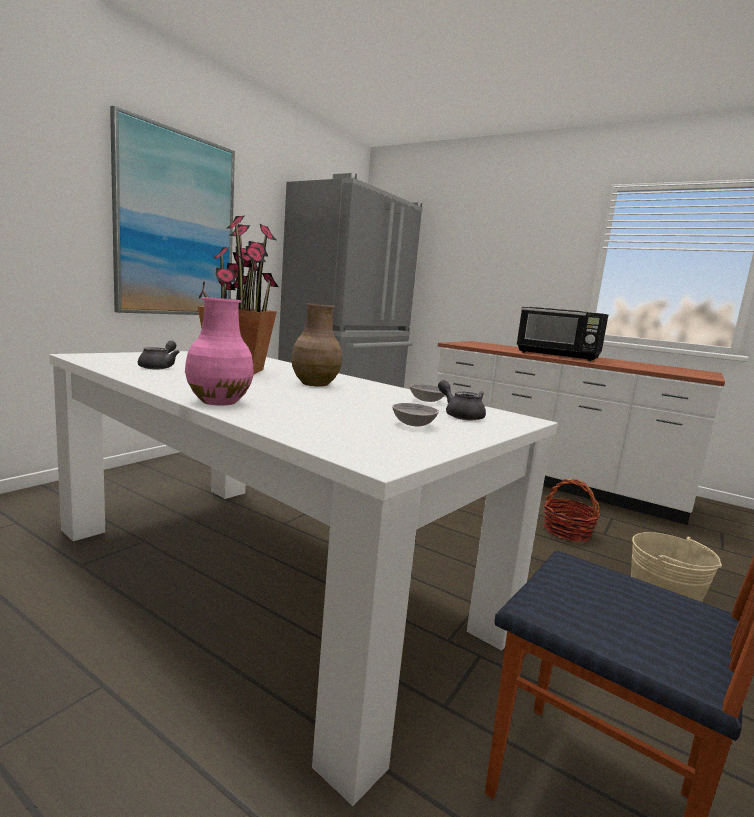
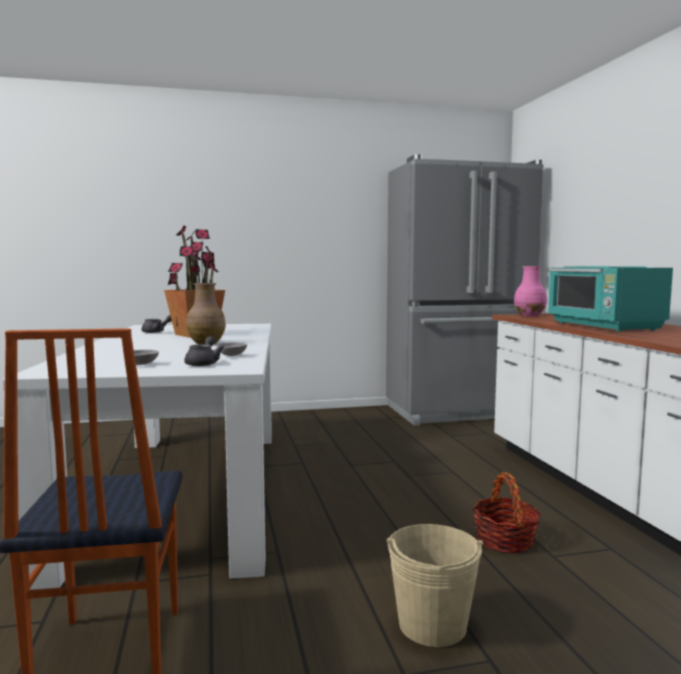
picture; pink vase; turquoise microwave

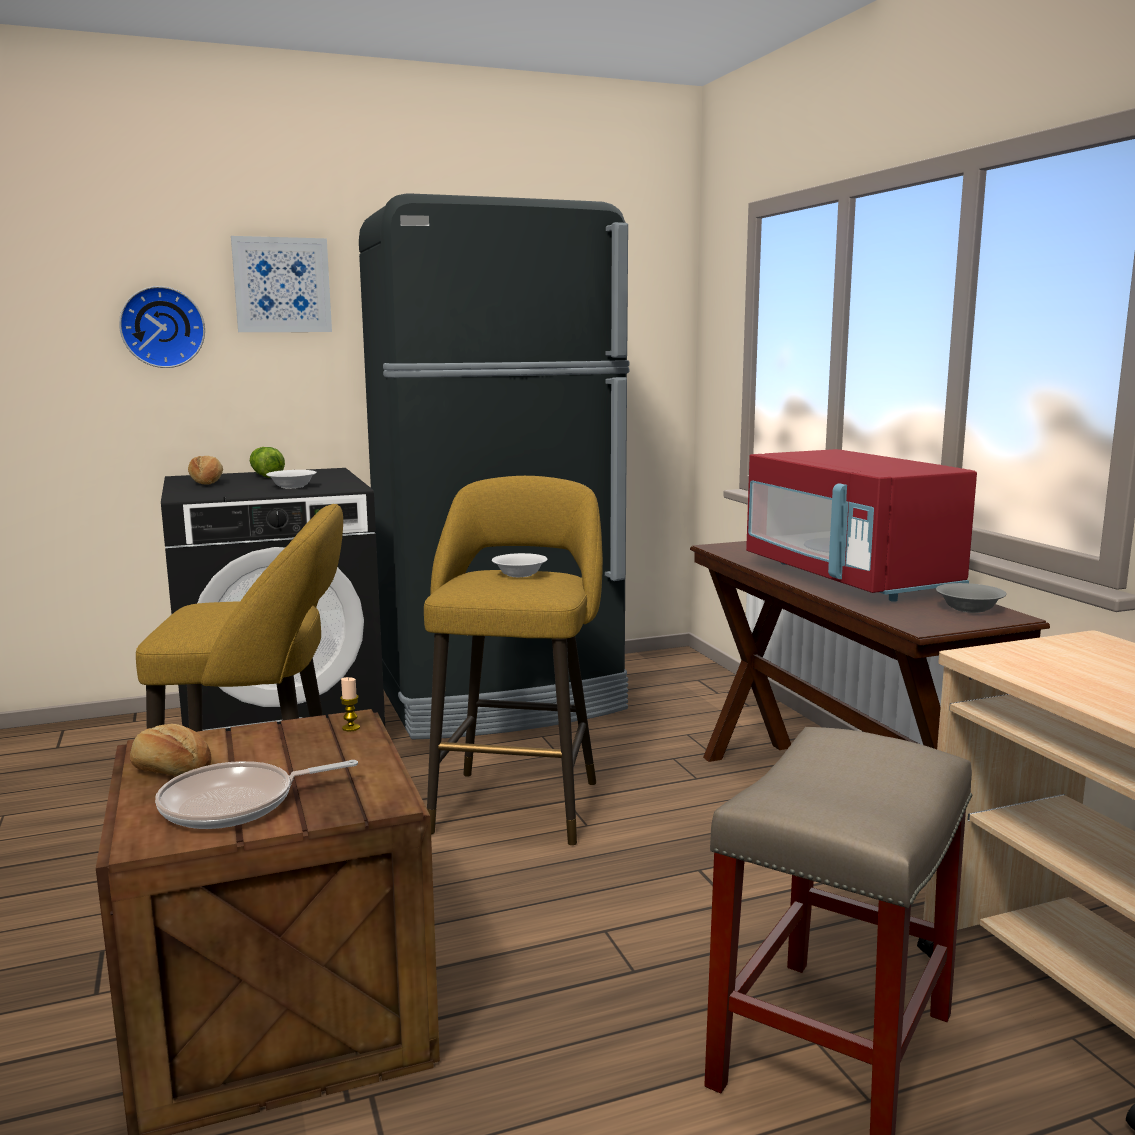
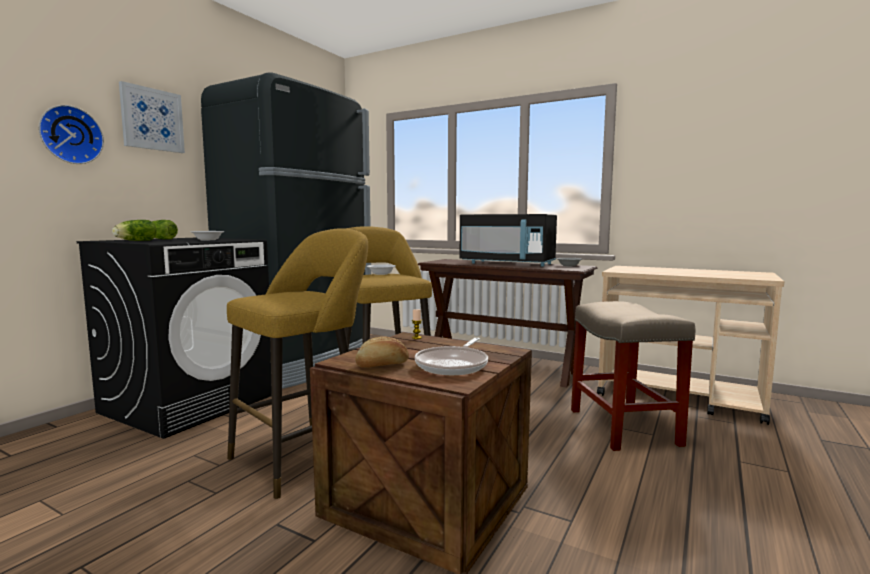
lettuce (no. 1 from left); black microwave

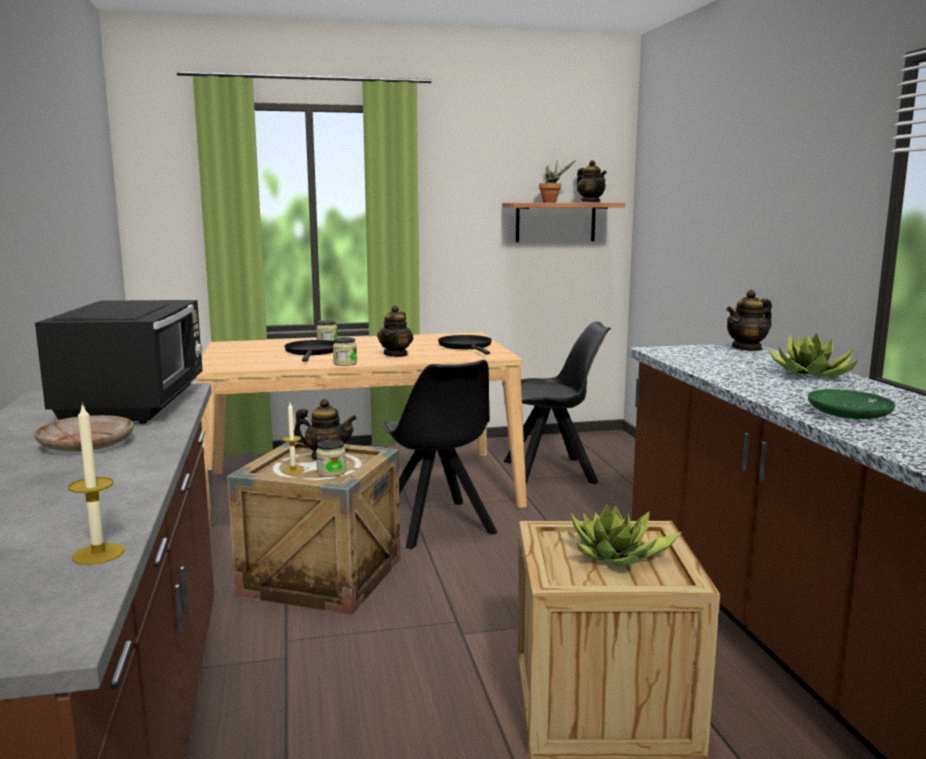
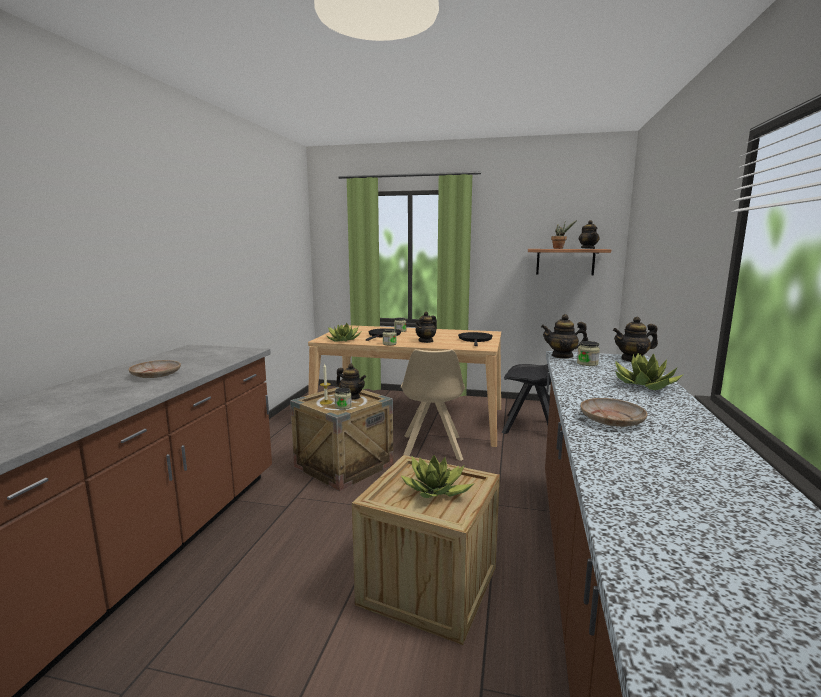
black microwave; candle (no. 1 from left in the first image); beige chair; beige plate (no. 2 from left); potted plant (no. 1 from left); teapot (no. 3 from left); jar (no. 4 from left)

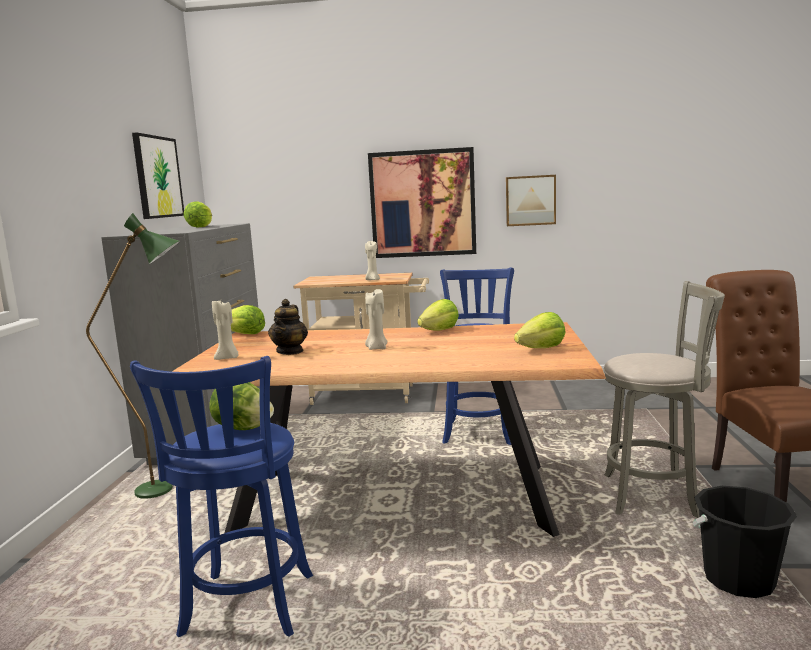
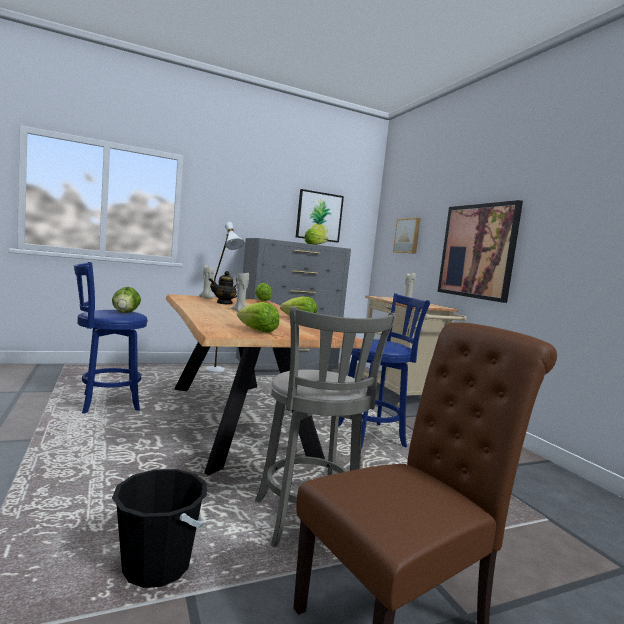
white floor lamp; picture (no. 2 from left)

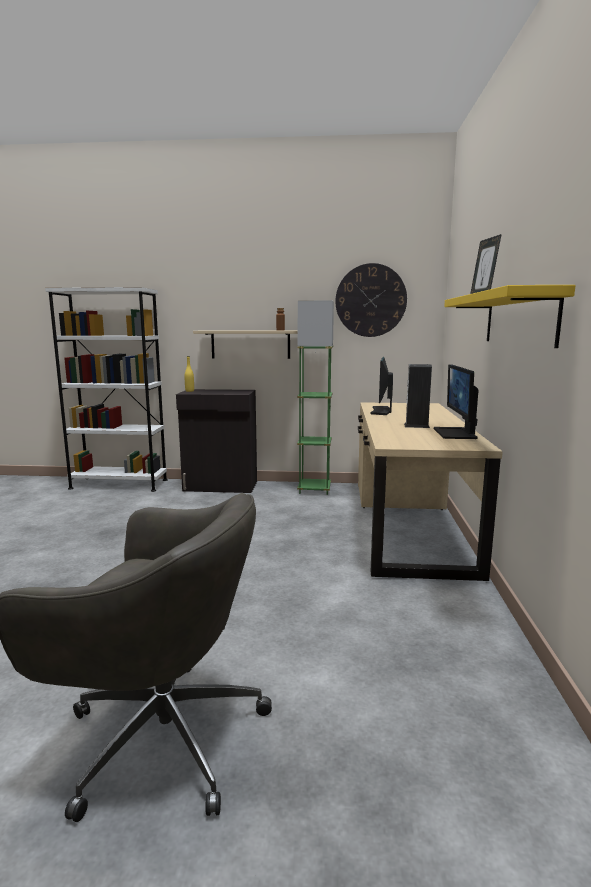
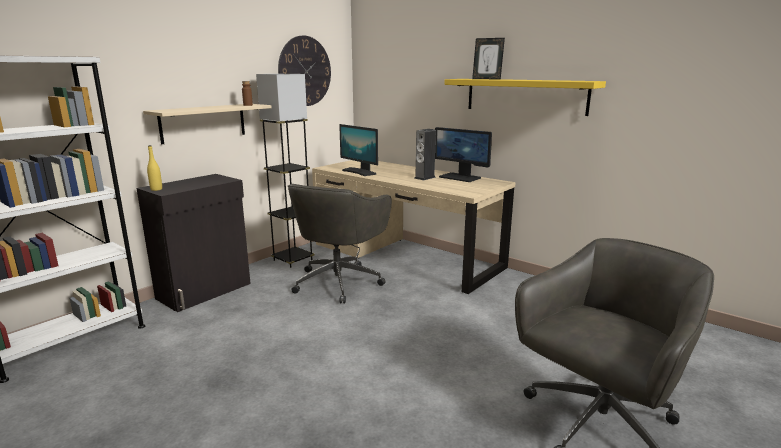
grey floor lamp; grey office chair (no. 1 from left)

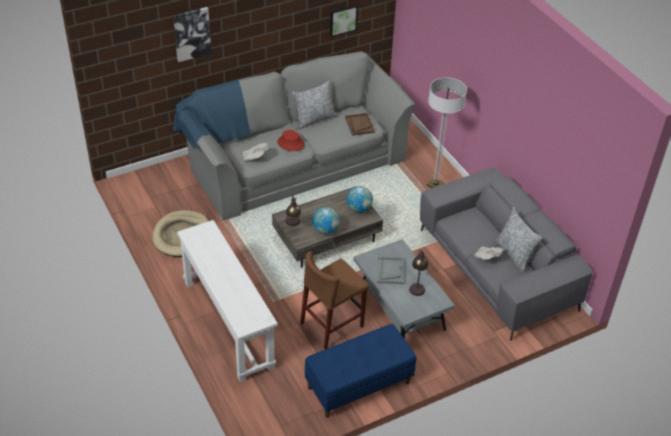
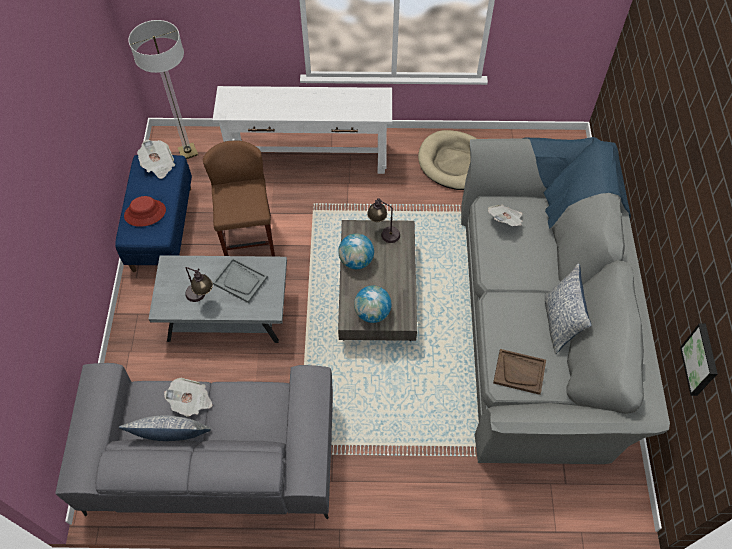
picture (no. 1 from left in the first image); red hat; floor lamp; newspaper (no. 1 from left)

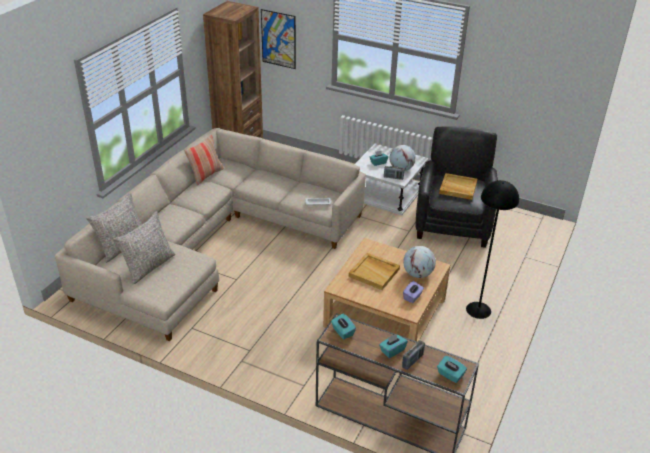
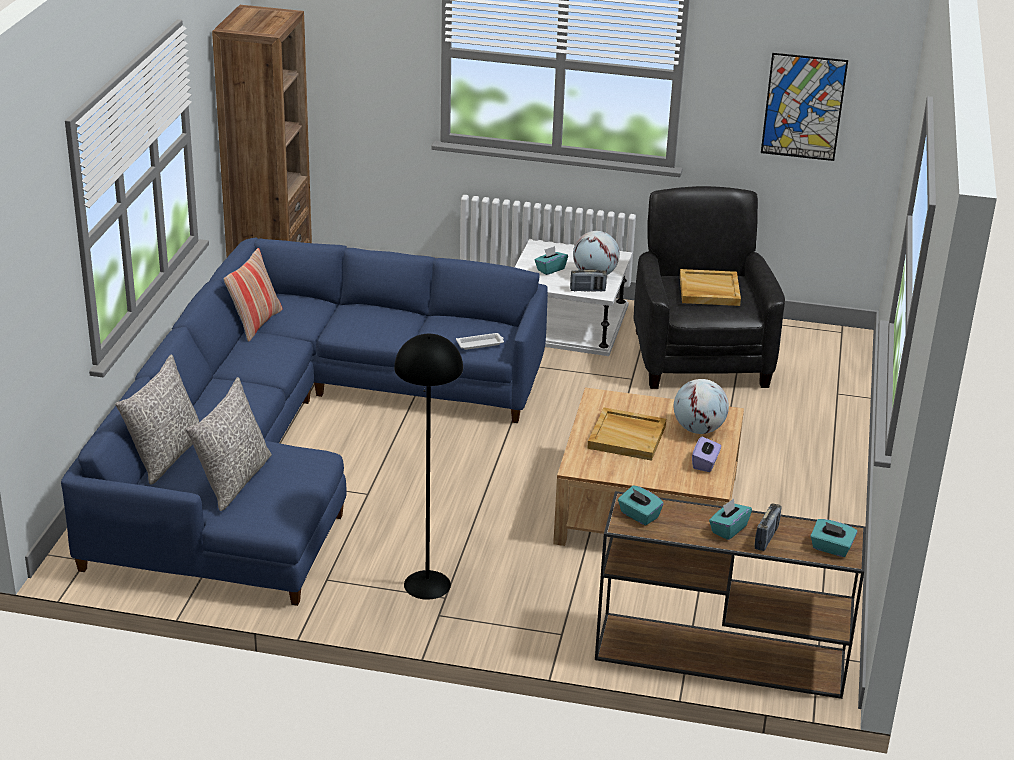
blue sofa; picture; black floor lamp

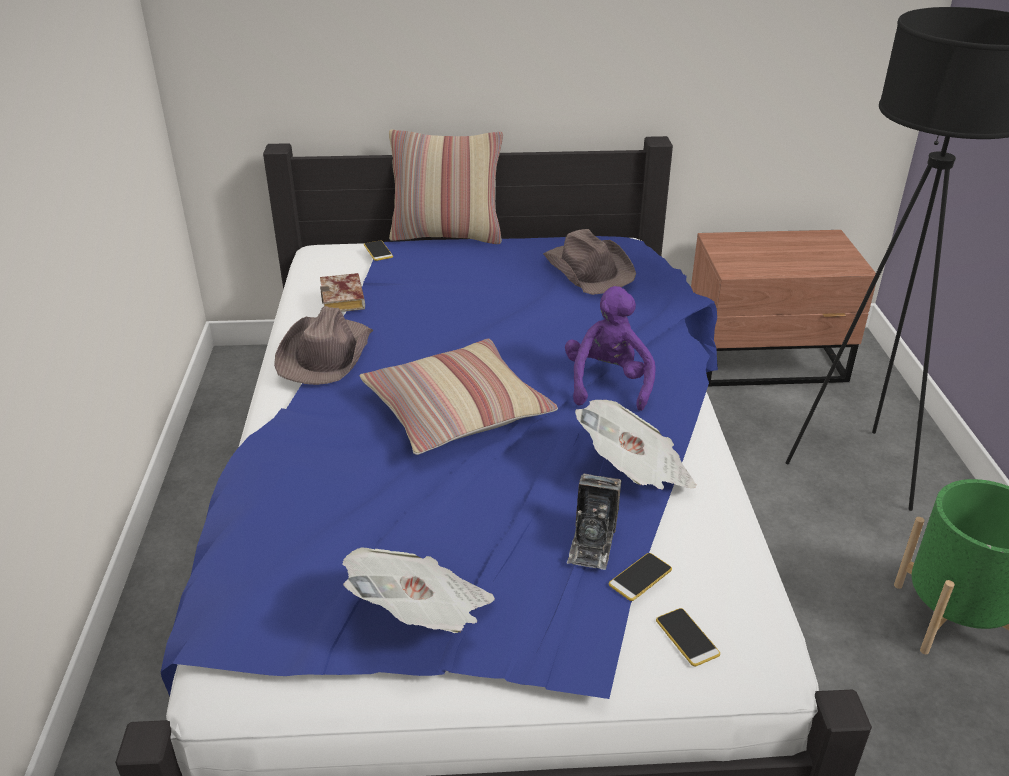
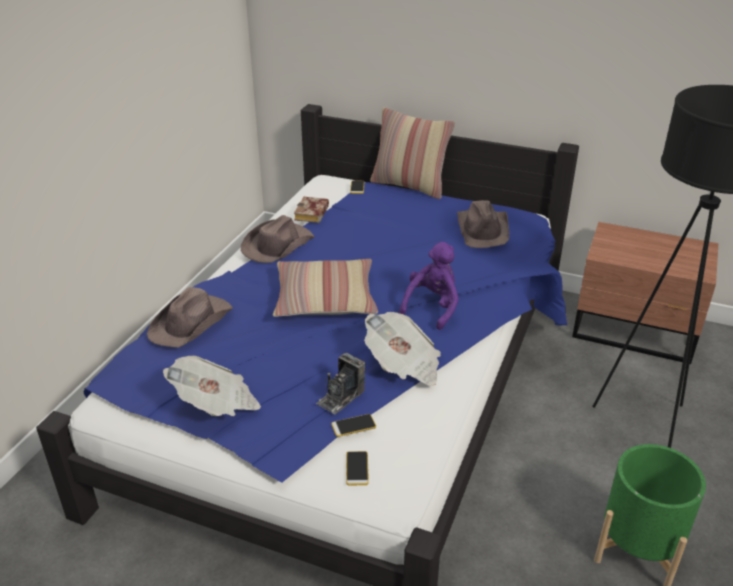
brown hat (no. 1 from left)

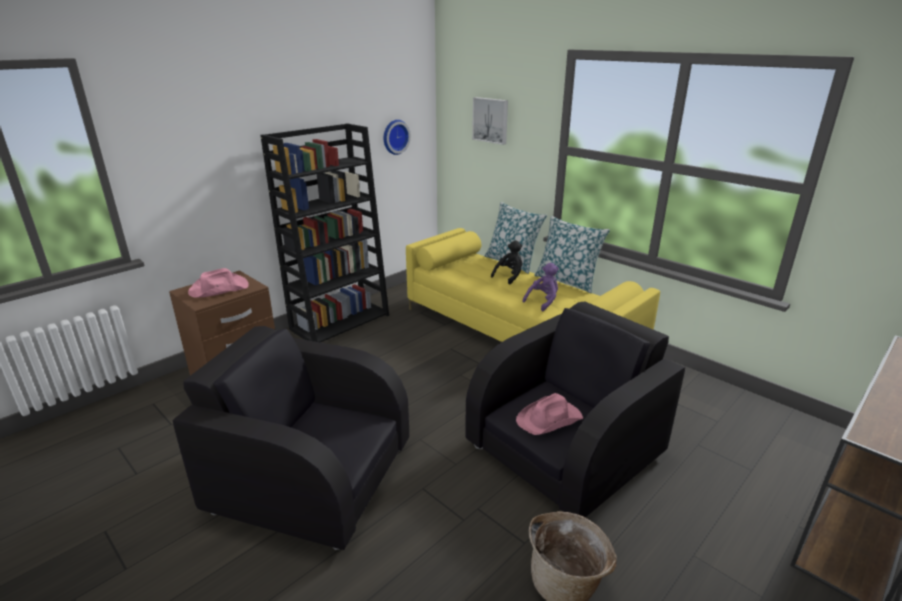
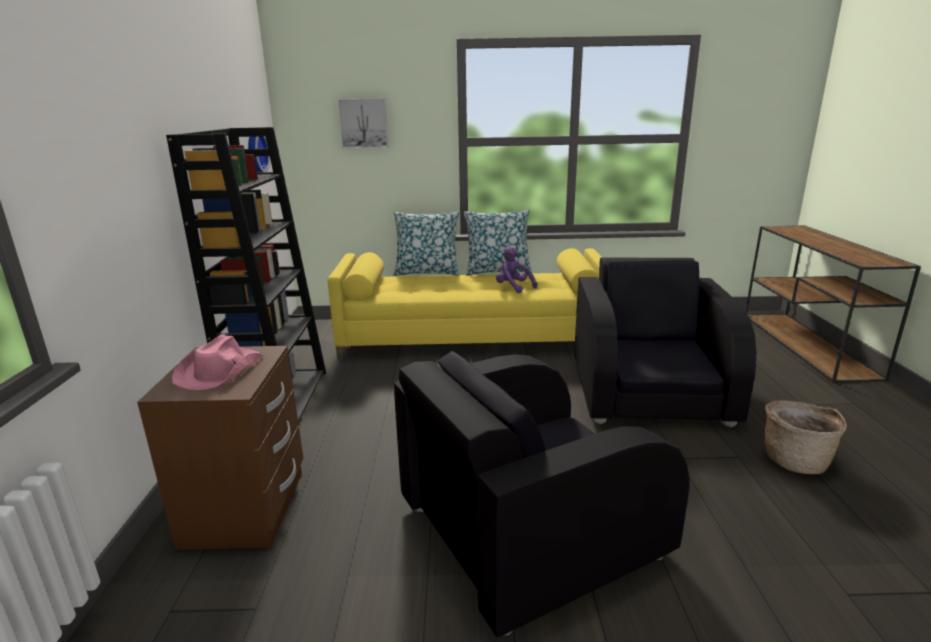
black plush toy; pink hat (no. 2 from left in the first image); purple plush toy

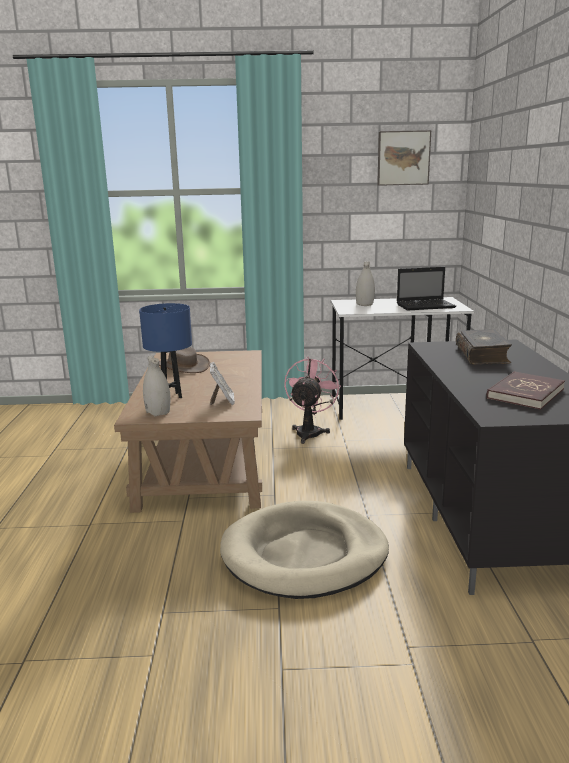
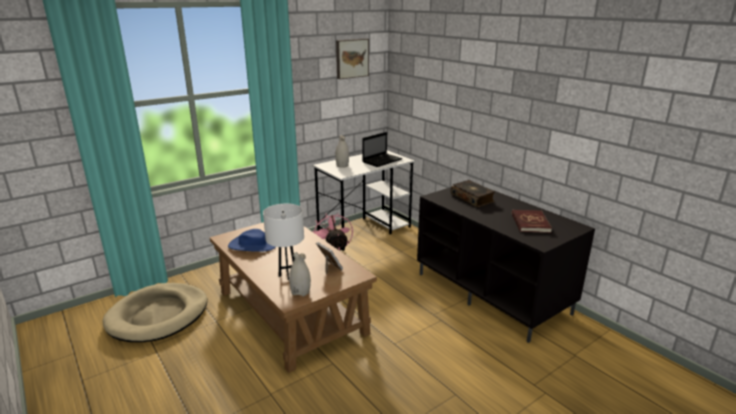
white table lamp; blue hat; beige dog bed

